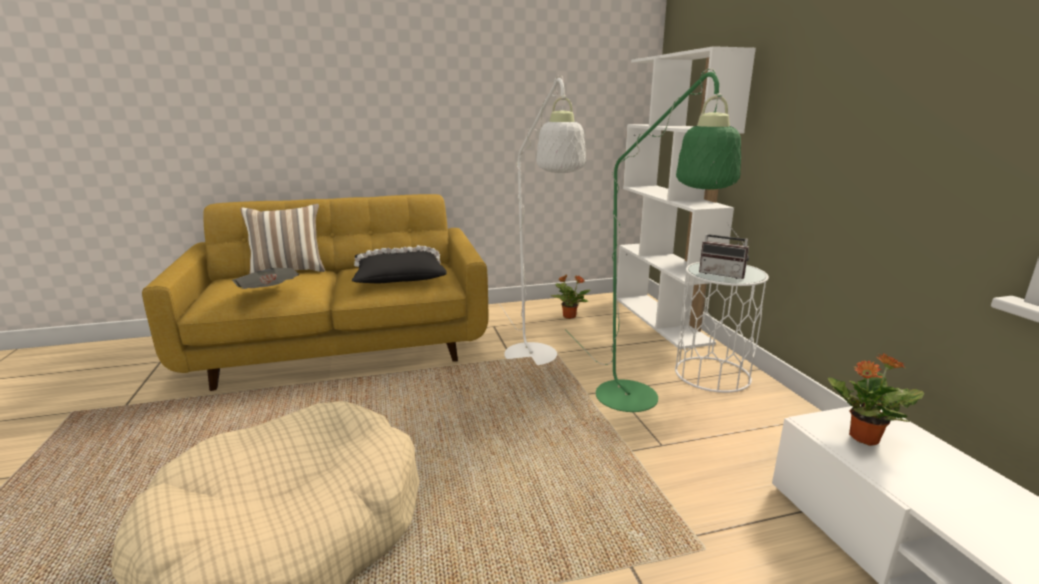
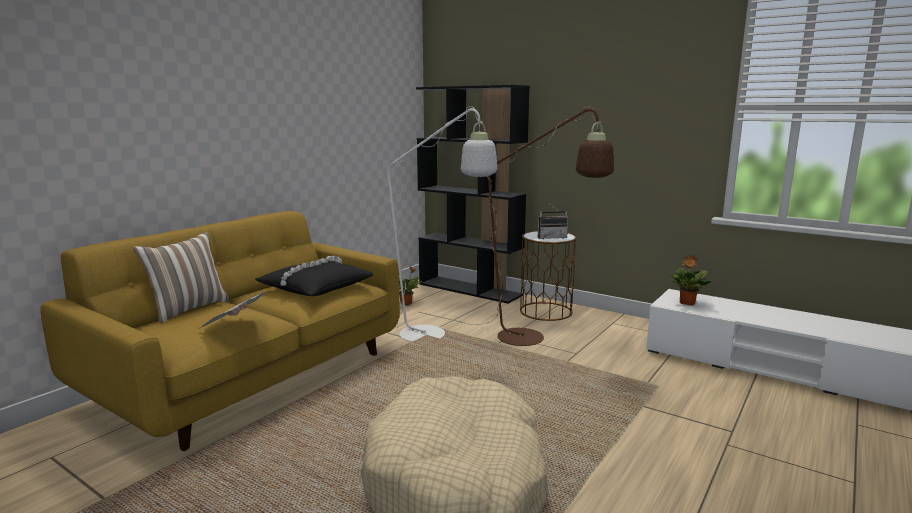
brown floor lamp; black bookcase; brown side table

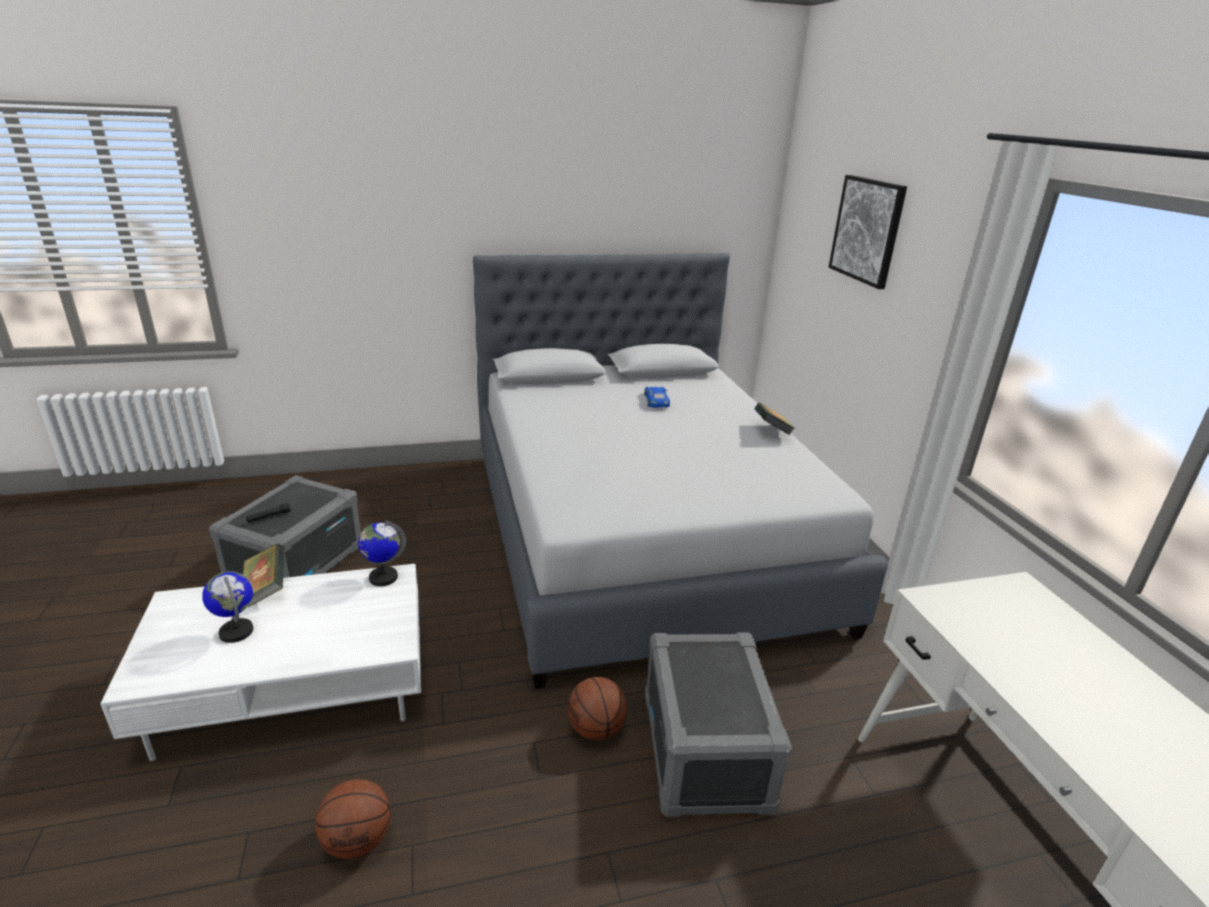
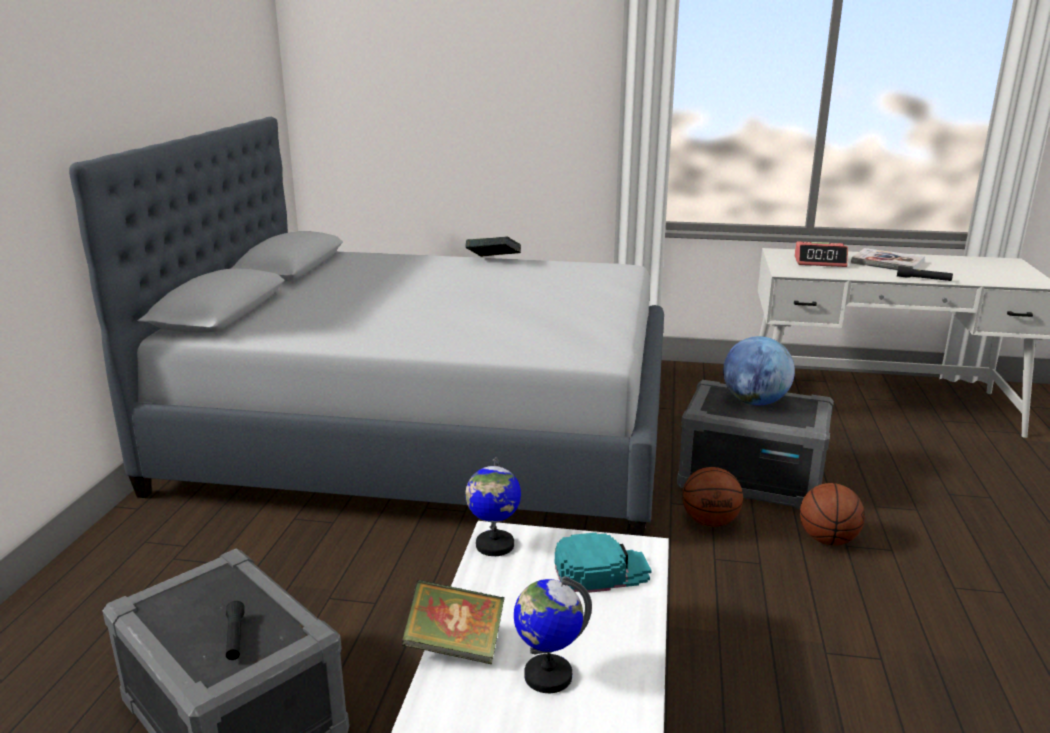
basketball (no. 2 from left); blue toy car; picture; turquoise cap; globe (no. 3 from left); alarm clock; book (no. 3 from left); black flashlight (no. 2 from left)

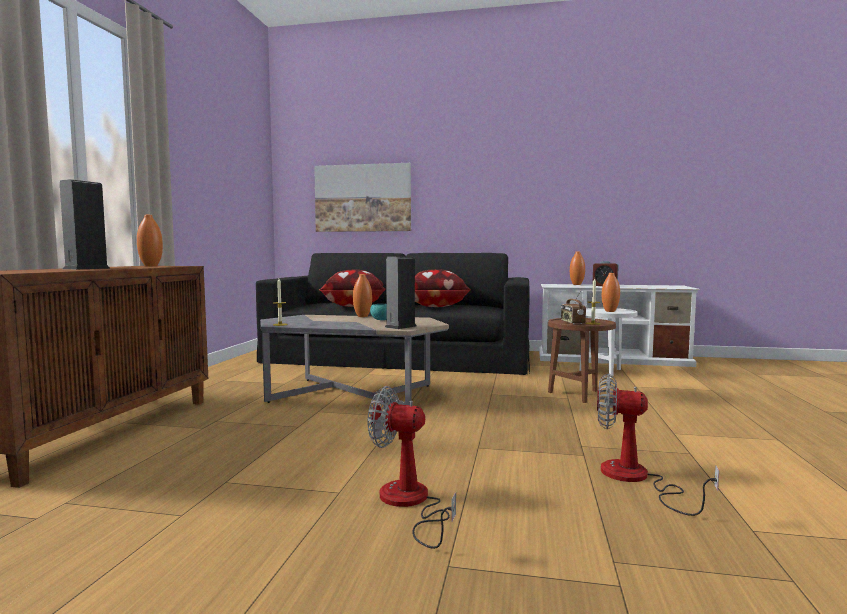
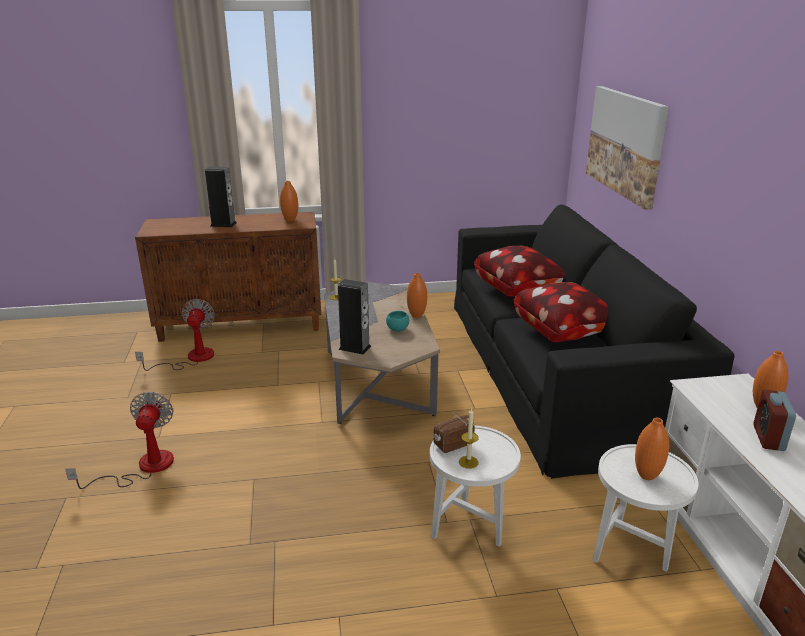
white side table (no. 1 from left); fan (no. 2 from left)

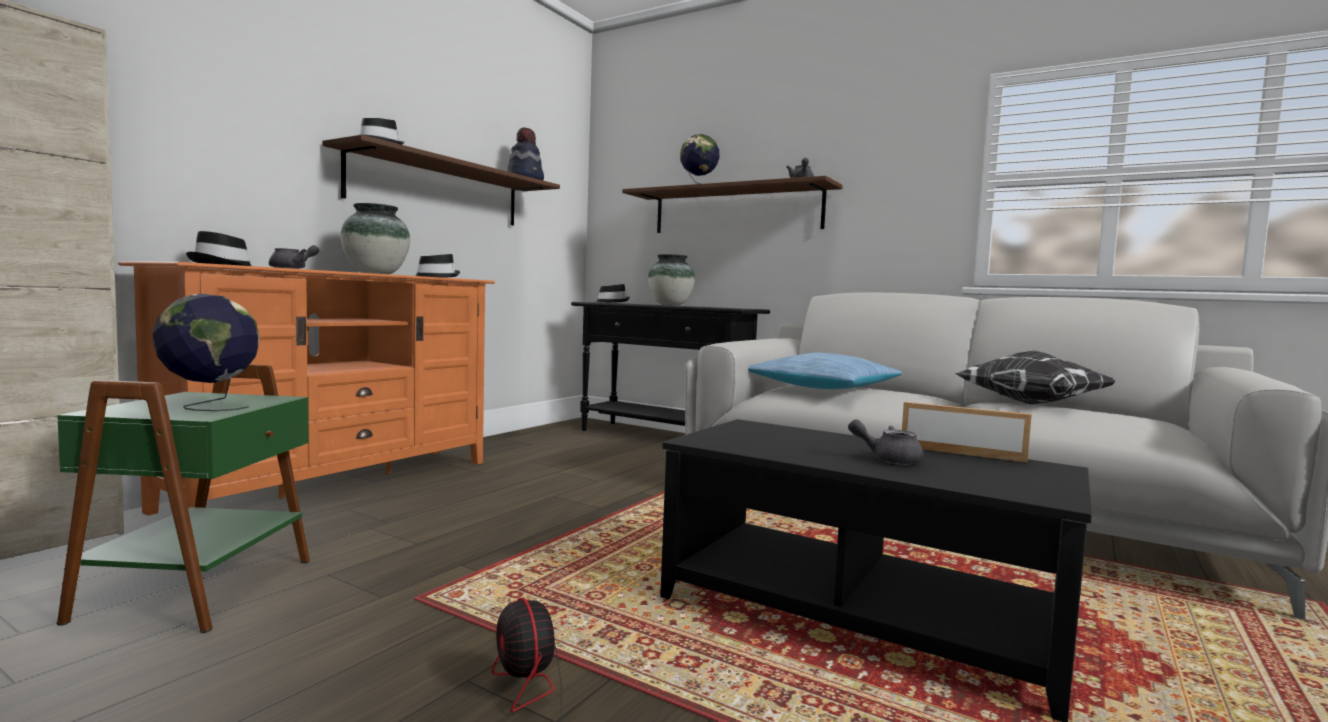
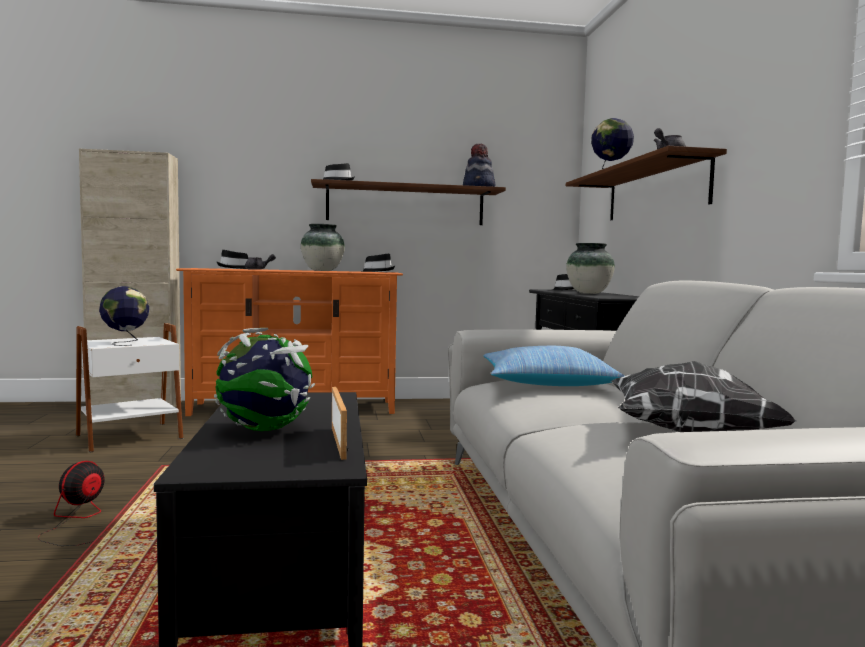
white side table; globe (no. 2 from left)

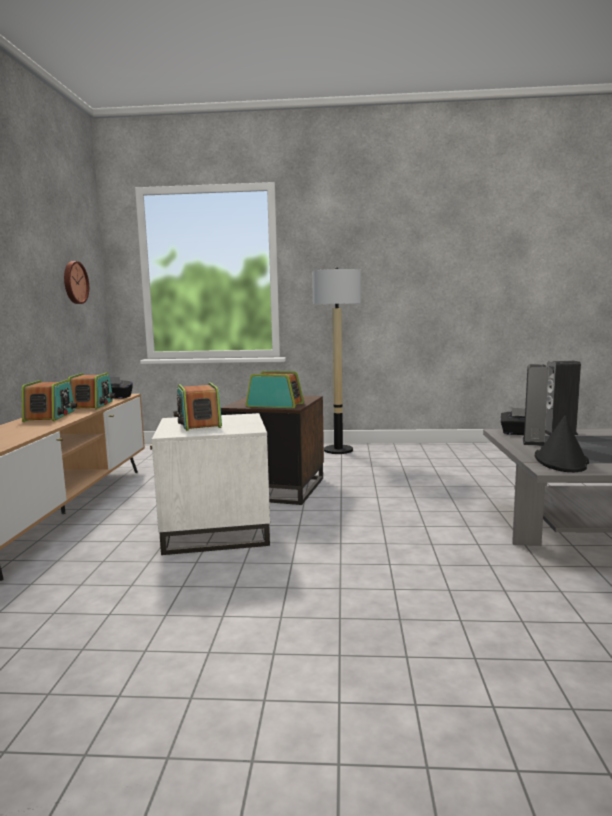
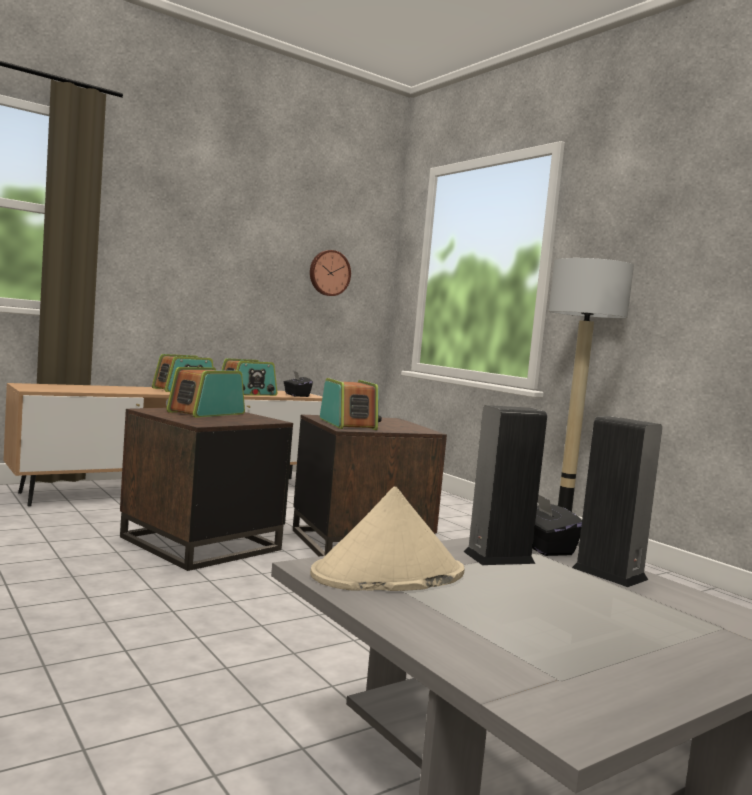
brown side table (no. 1 from left); beige hat

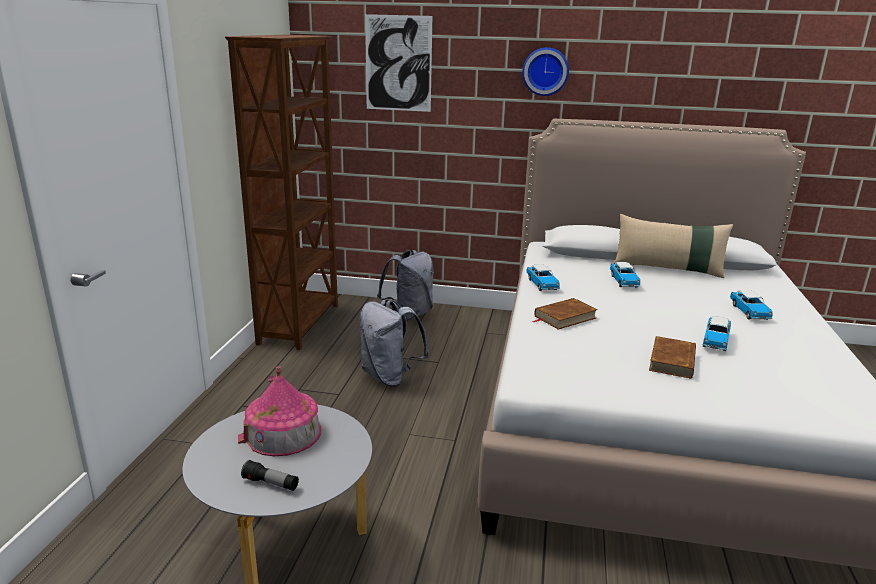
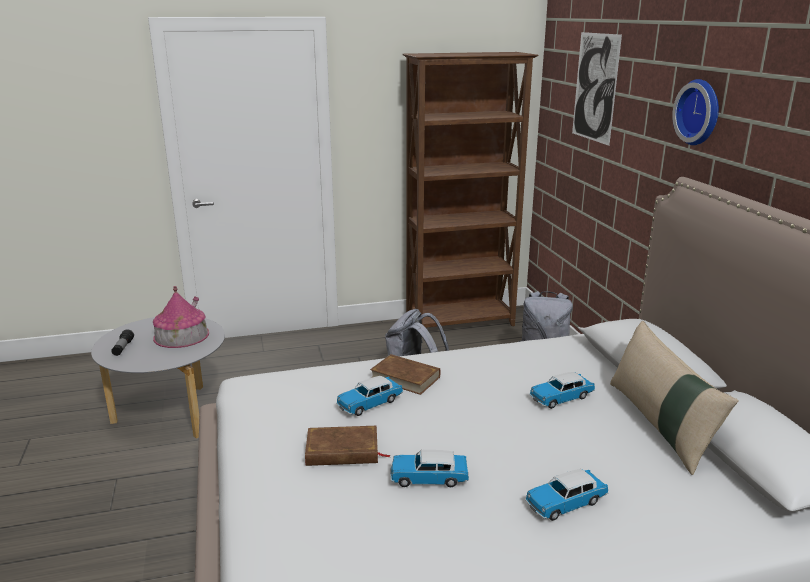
toy car (no. 1 from left)

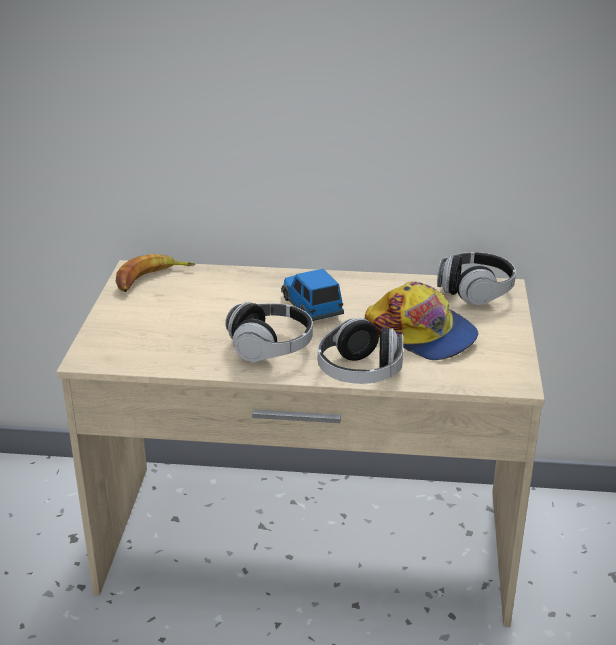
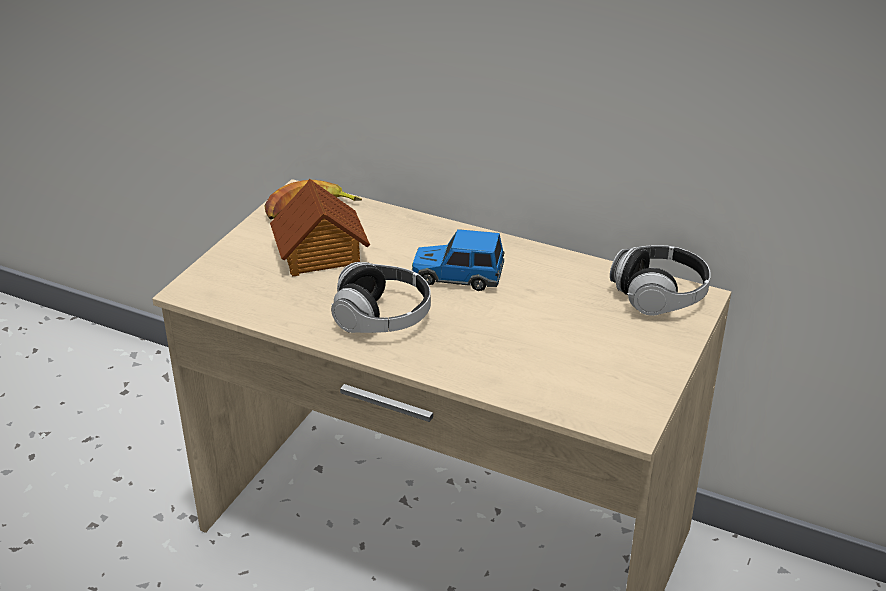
toy car; headphones (no. 2 from left in the first image); cap; toy house

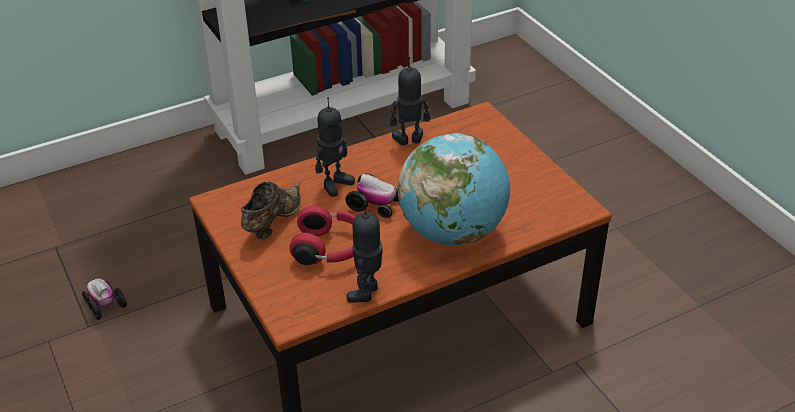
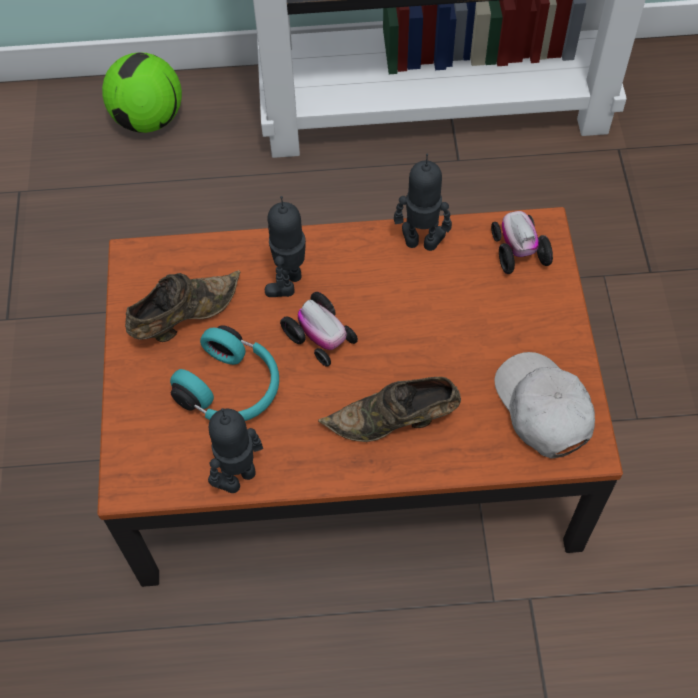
toy car (no. 2 from left); turquoise headphones; toy robot (no. 2 from left); brown shoe (no. 2 from left); football; white cap

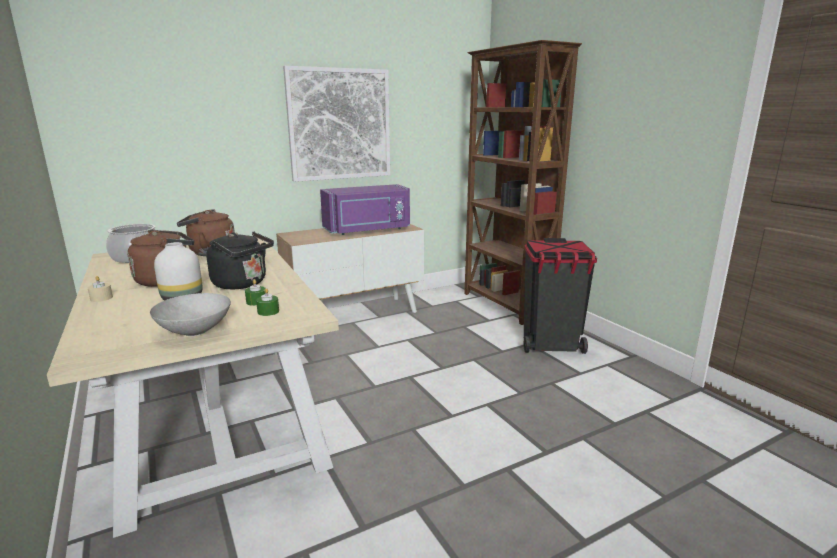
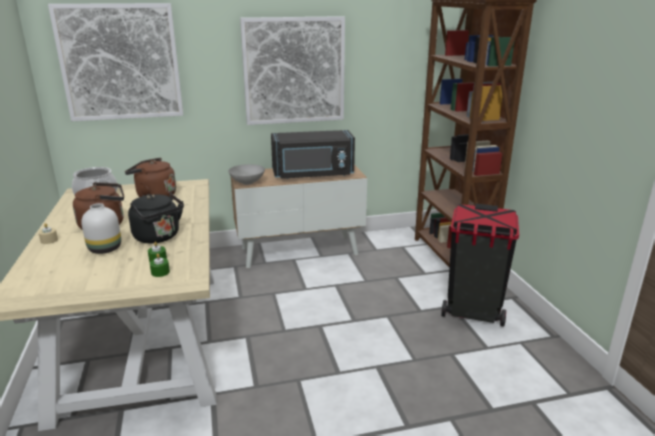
grey bowl; black microwave; picture (no. 1 from left)

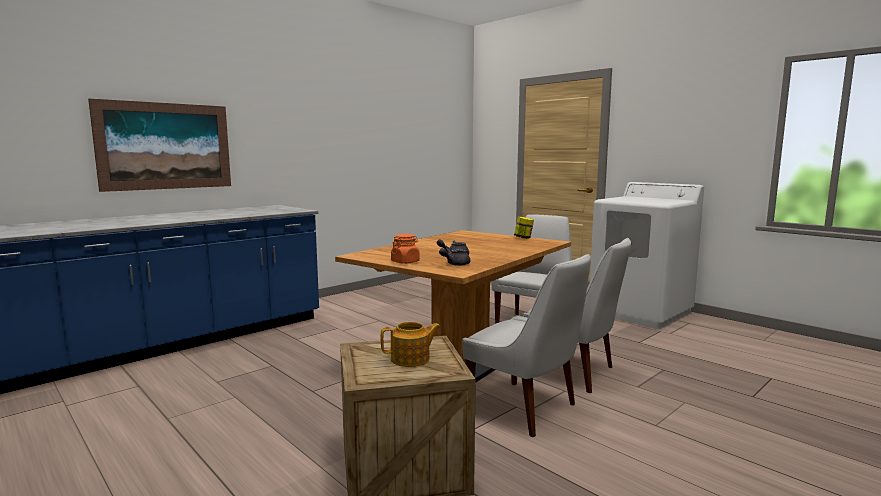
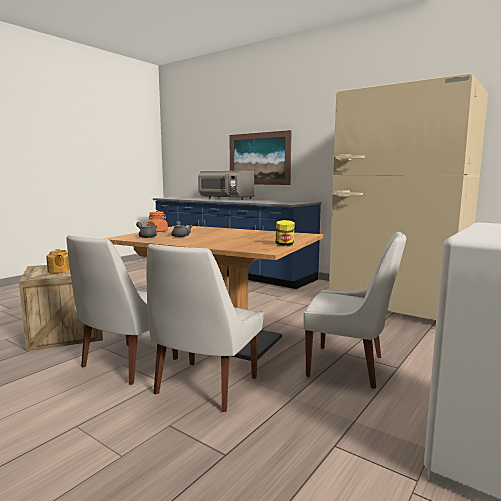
grey microwave; beige fridge

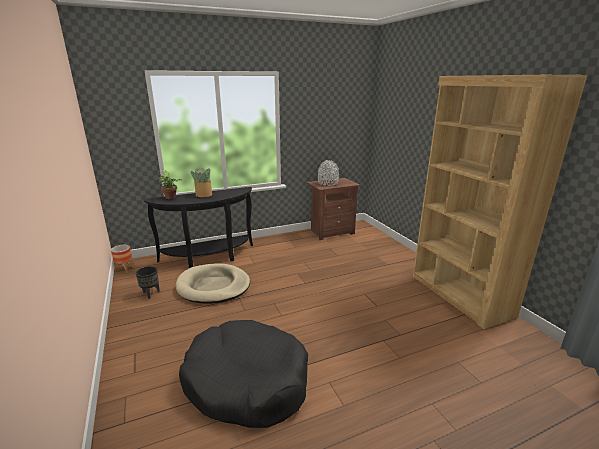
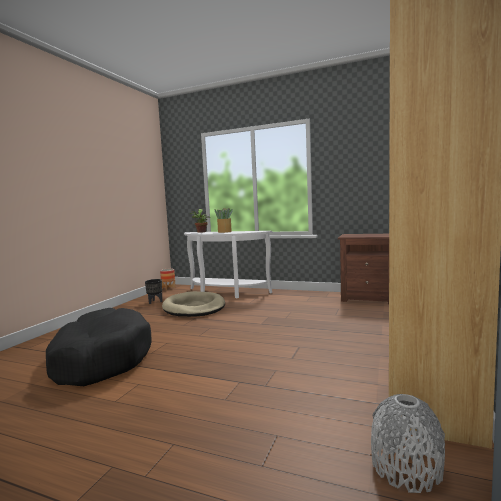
white console table; grey vase

